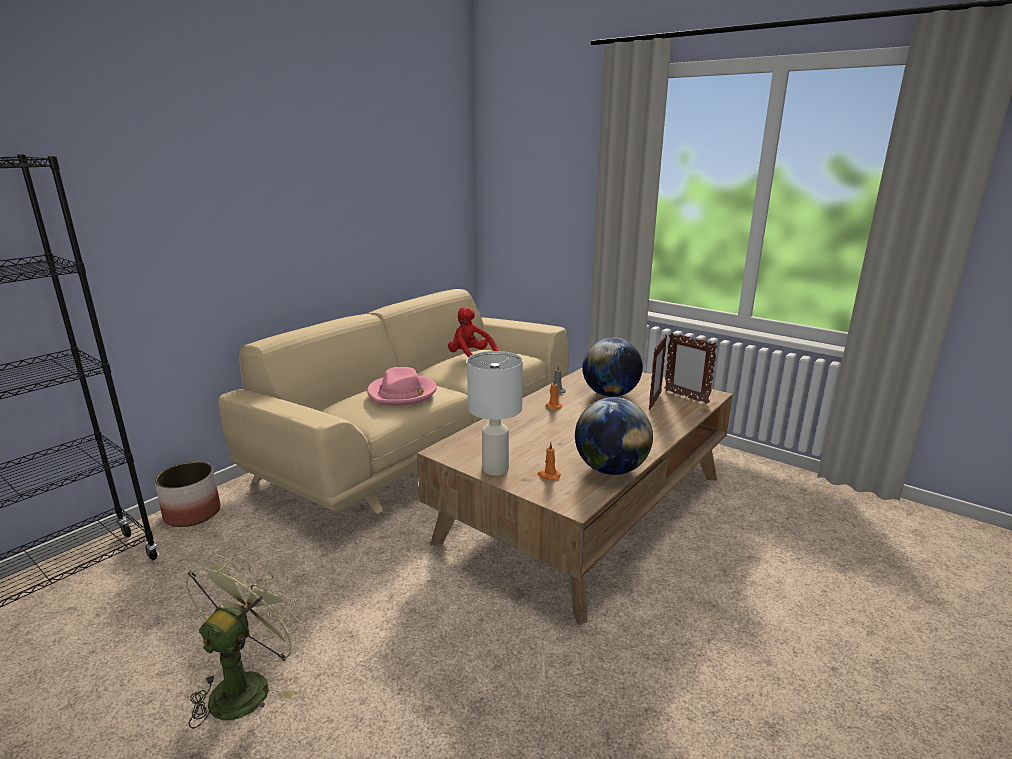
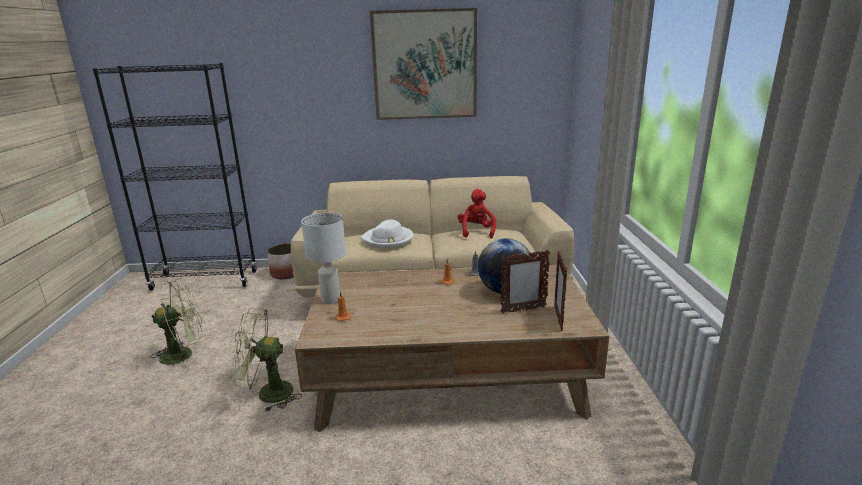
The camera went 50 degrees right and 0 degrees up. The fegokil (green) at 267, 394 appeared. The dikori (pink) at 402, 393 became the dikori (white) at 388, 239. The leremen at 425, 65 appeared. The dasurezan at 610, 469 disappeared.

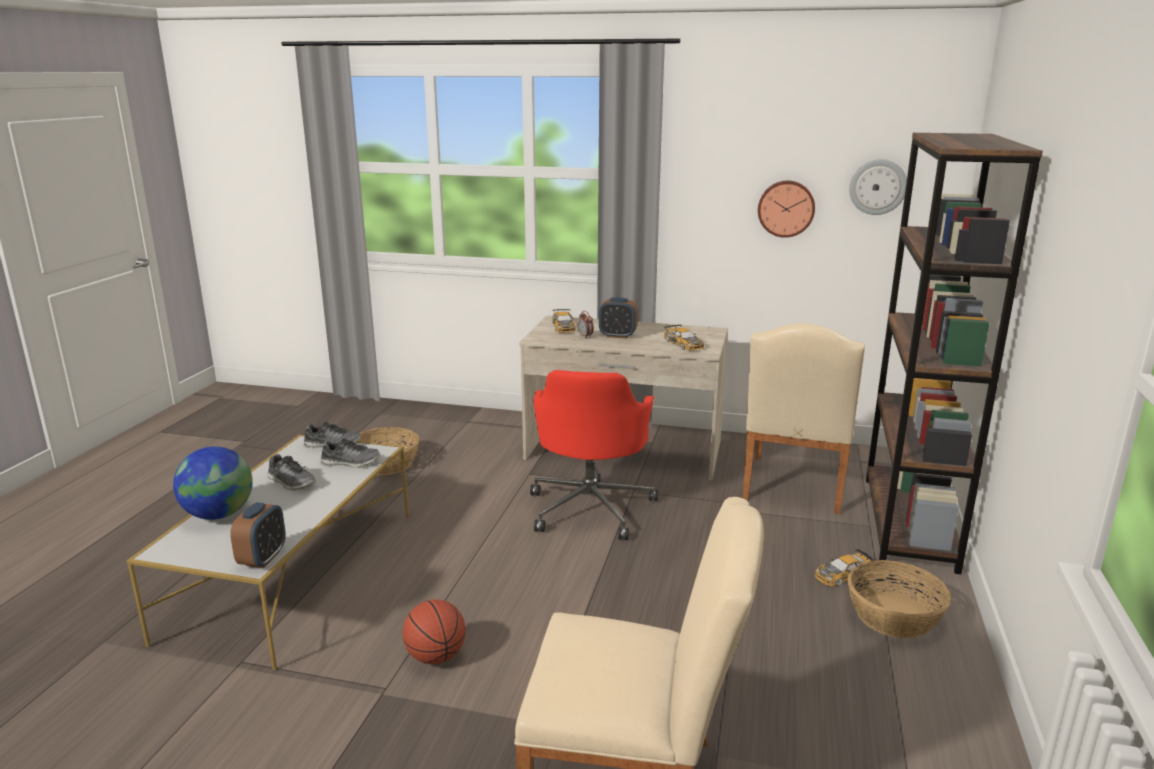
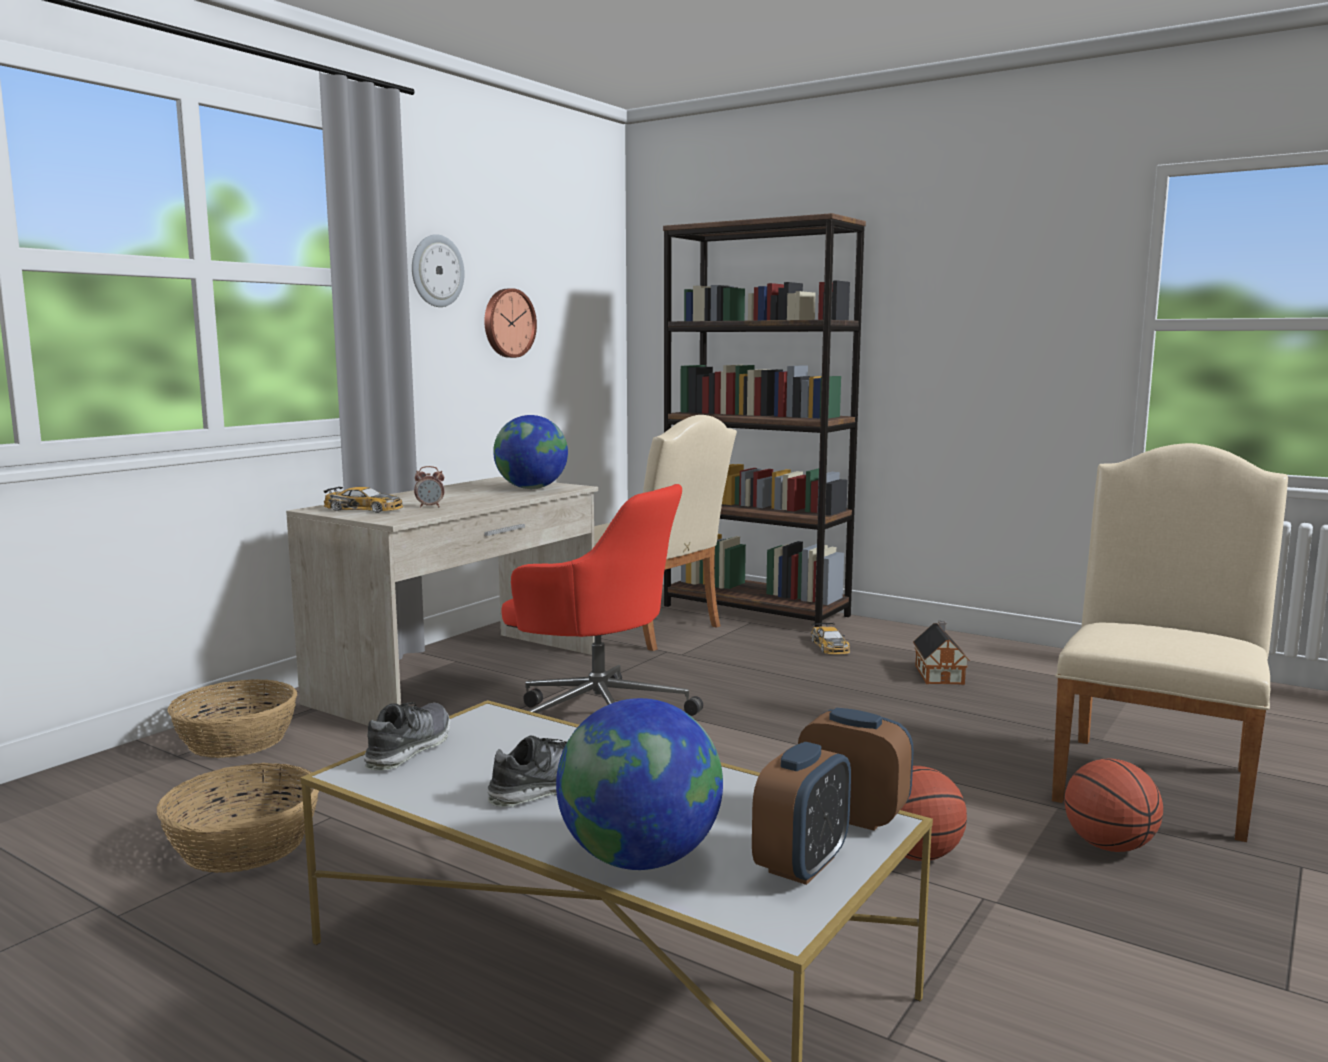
The camera went 70 degrees left and 10 degrees down. The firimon moved from 894, 616 to 238, 740. The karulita moved from 878, 187 to 436, 271. The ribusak at 684, 344 was replaced by the dasurezan at 531, 488. The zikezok moved from 617, 336 to 801, 865. The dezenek at 939, 674 appeared. The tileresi at 1108, 846 appeared. The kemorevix at 350, 463 disappeared.

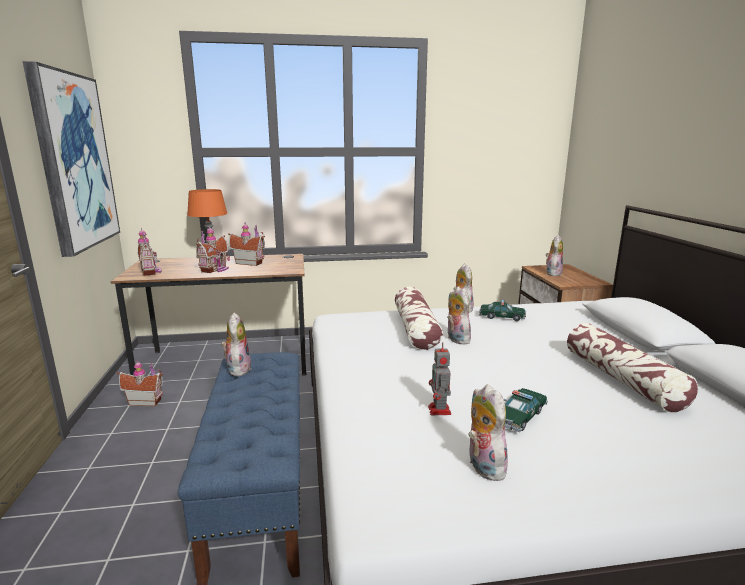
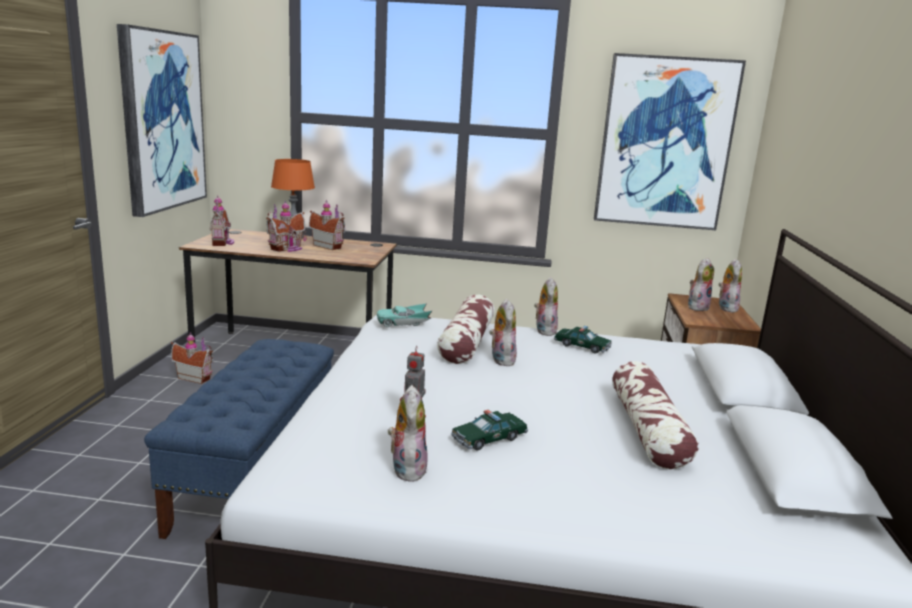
The camera went 15 degrees right and 0 degrees up. The ribusak (turquoise) at 403, 323 appeared. The leremen at 665, 143 appeared. The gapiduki moved from 237, 369 to 725, 308.

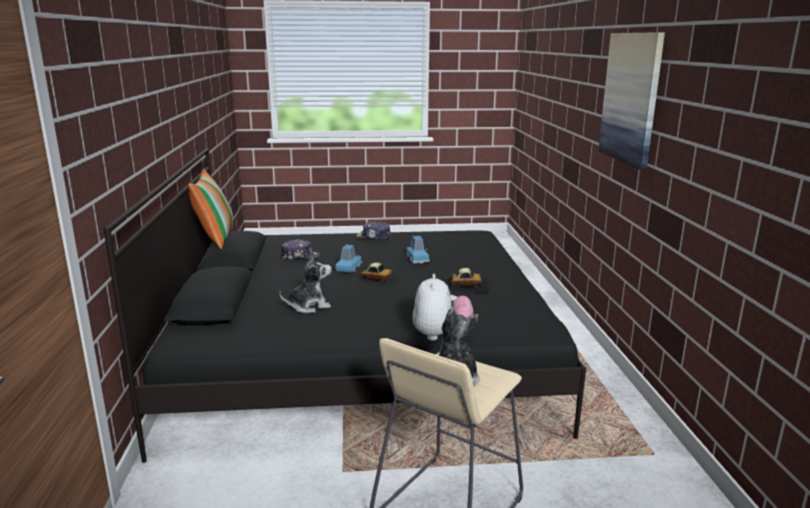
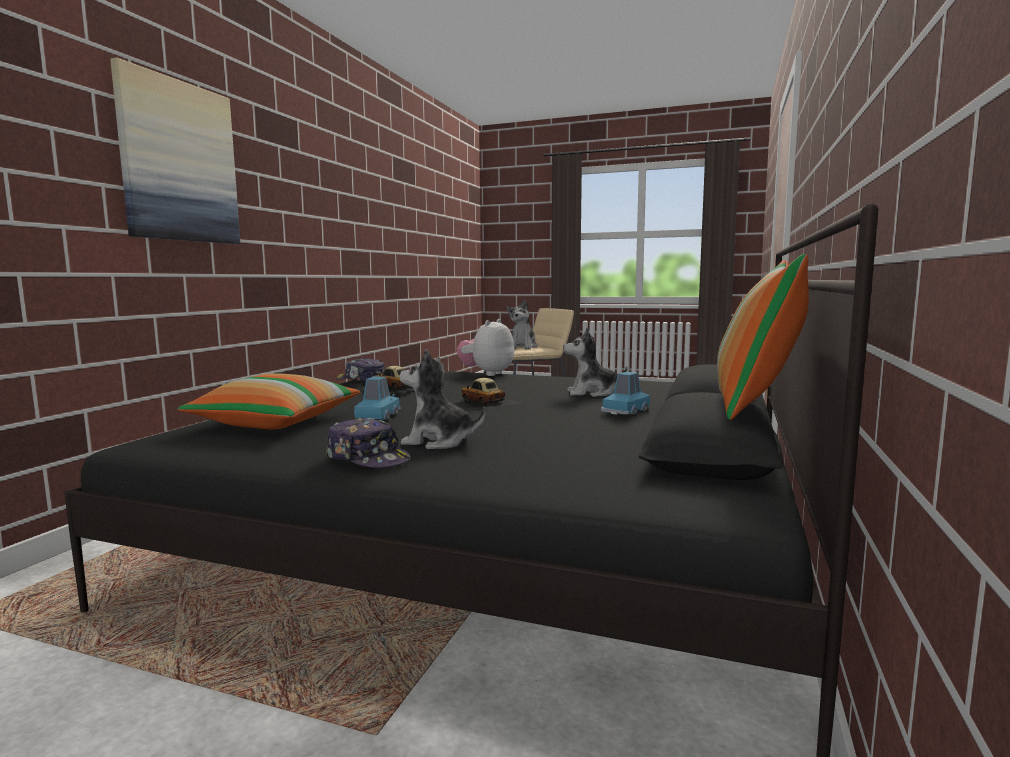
The camera went 155 degrees left and 10 degrees down. The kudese at 276, 422 appeared. The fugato moved from 300, 256 to 361, 380. The gapiduki at 439, 442 appeared. The ribusak (blue) moved from 348, 268 to 626, 411.

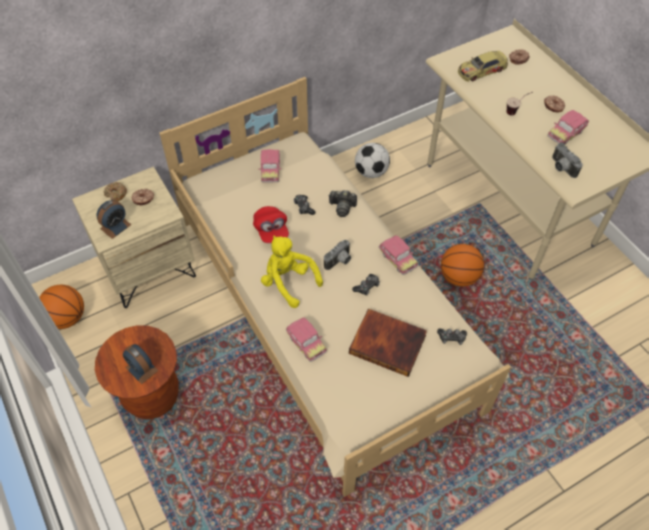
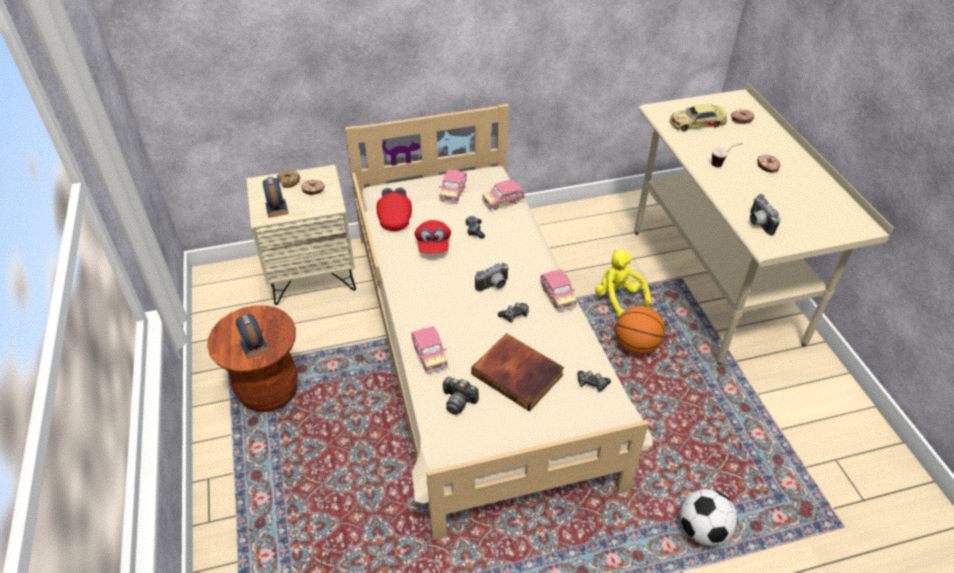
The camera went 15 degrees right and 10 degrees down. The zikezok at 115, 226 turned 105 degrees clockwise. The fugato (red) at 395, 217 appeared. The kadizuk moved from 342, 207 to 458, 401. The ribusak moved from 566, 133 to 503, 201. The gapiduki (yellow) moved from 288, 282 to 618, 298. The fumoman moved from 371, 172 to 703, 530. The tileresi at 67, 318 disappeared.

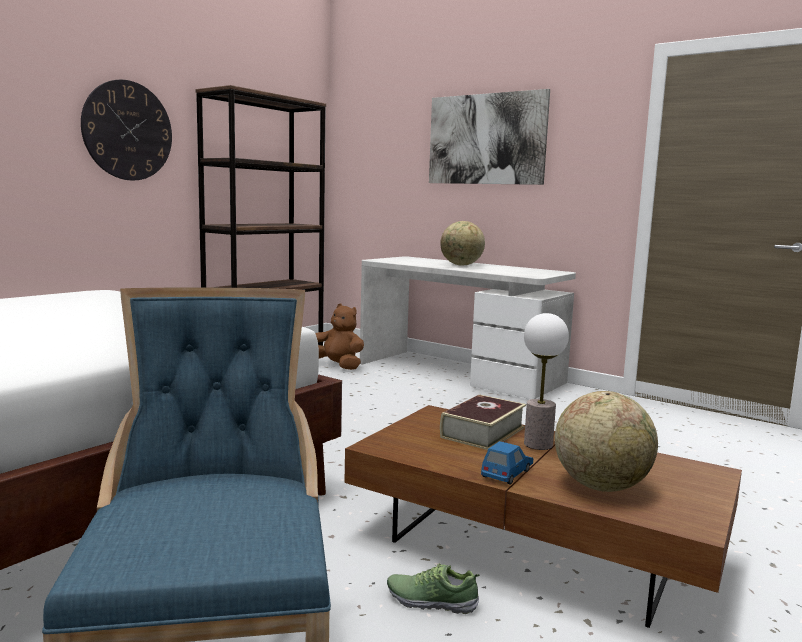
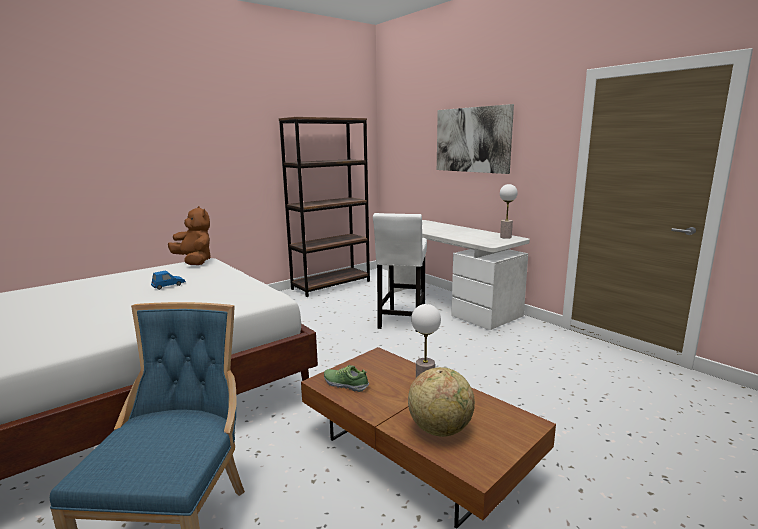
The camera went 15 degrees right and 5 degrees up. The ribusak (blue) moved from 507, 473 to 168, 285. The gapiduki (brown) moved from 337, 366 to 194, 261. The kemorevix moved from 431, 600 to 345, 384. The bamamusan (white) at 402, 321 appeared. The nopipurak at 505, 237 appeared. The karulita at 128, 131 disappeared. The dasurezan at 461, 265 disappeared. The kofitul at 483, 432 disappeared.

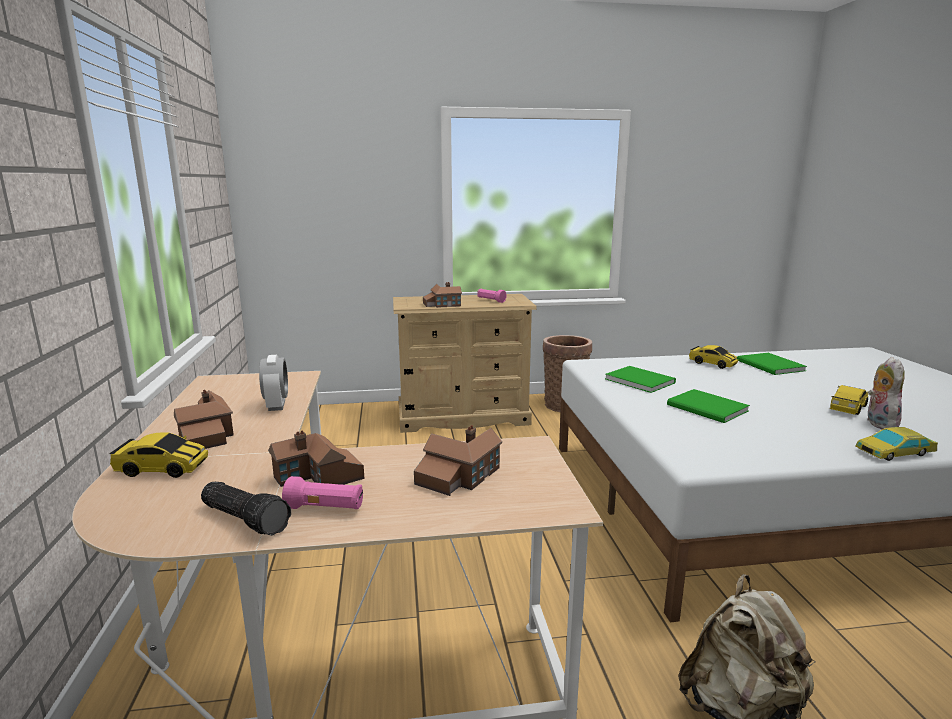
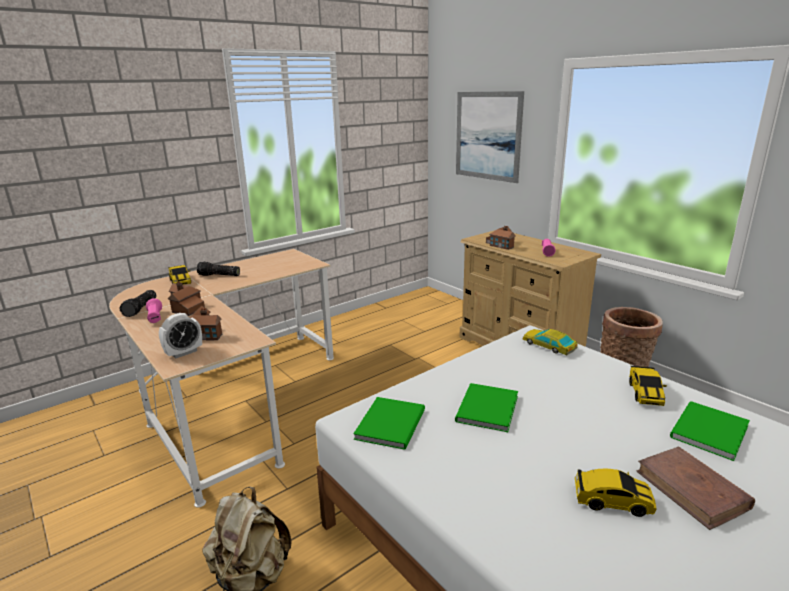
The camera went 60 degrees right and 5 degrees up. The zikezok moved from 276, 405 to 184, 352. The dezenek at 207, 435 was replaced by the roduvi at 219, 275. The kofitul (green) moved from 639, 380 to 393, 423. The leremen at 487, 136 appeared. The ribusak moved from 895, 452 to 548, 346. The kofitul (brown) at 692, 490 appeared. The gapiduki at 878, 423 disappeared.

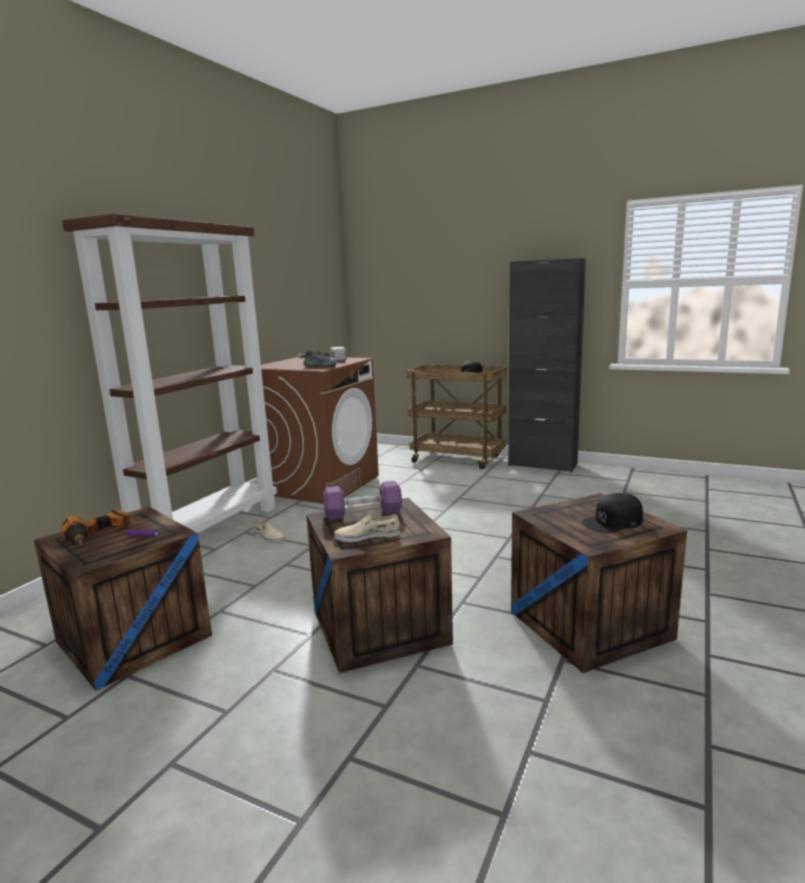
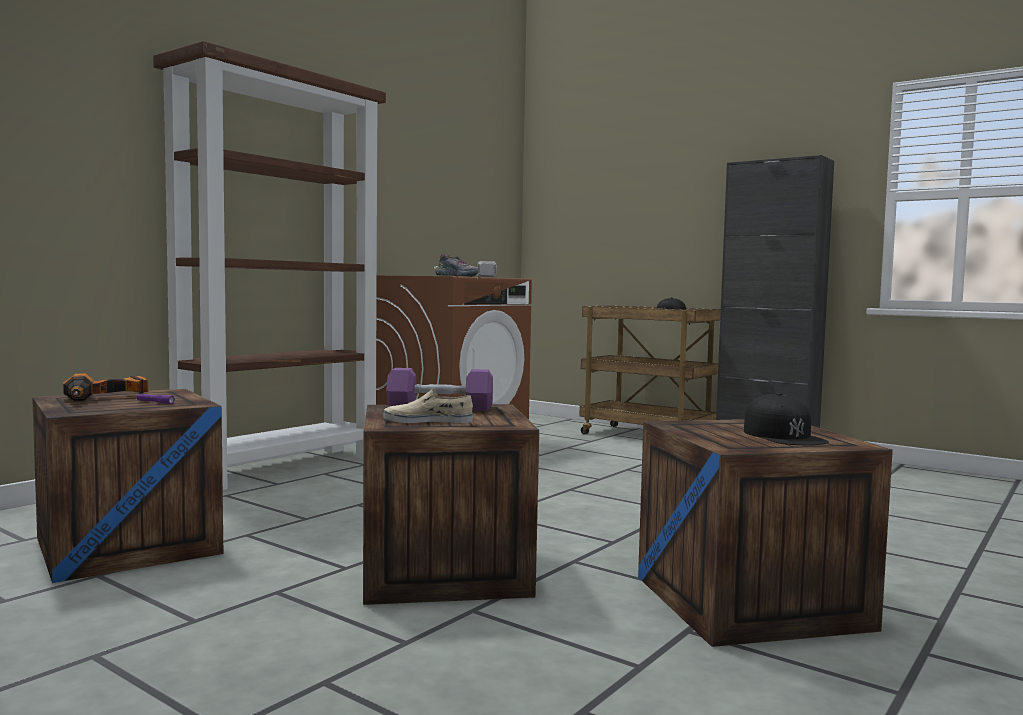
The camera went 10 degrees right and 10 degrees down. The fugato (black) at 613, 521 turned 90 degrees counterclockwise. The kemorevix (beige) at 268, 537 disappeared.

